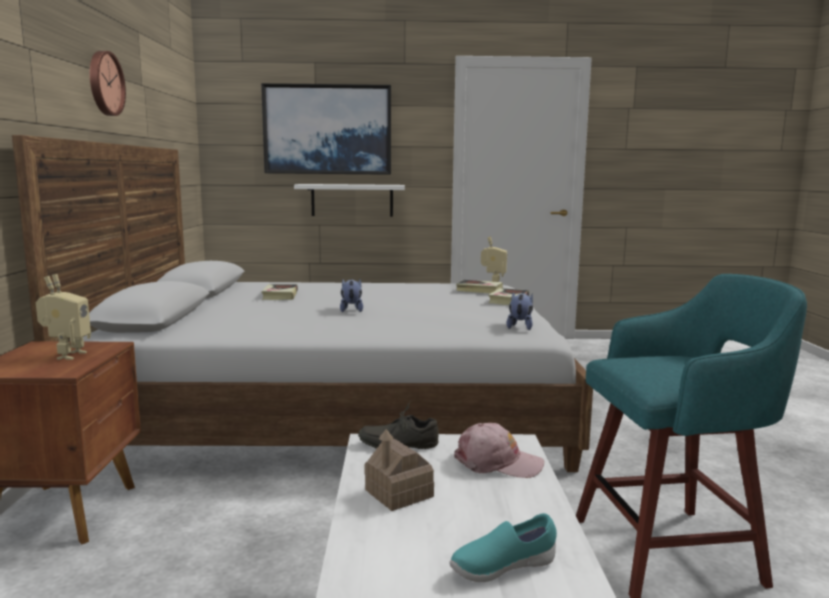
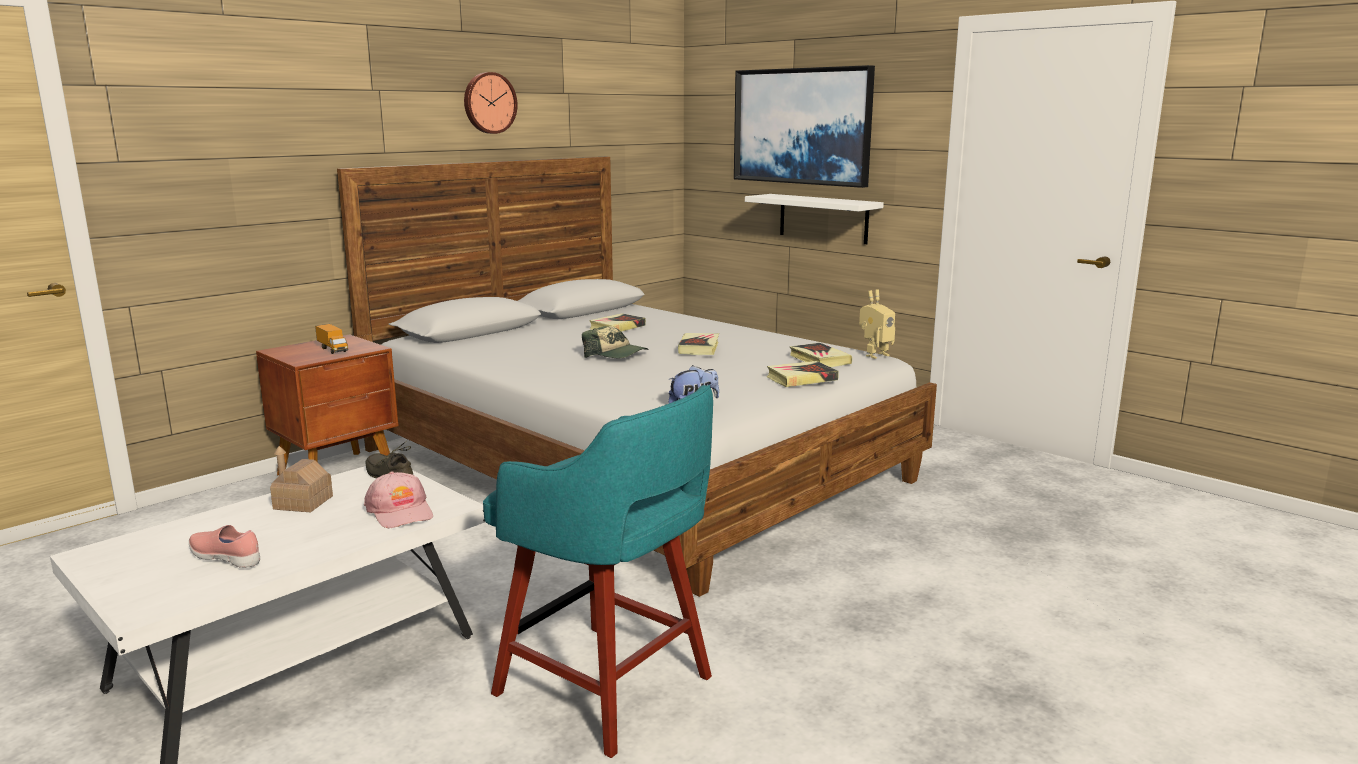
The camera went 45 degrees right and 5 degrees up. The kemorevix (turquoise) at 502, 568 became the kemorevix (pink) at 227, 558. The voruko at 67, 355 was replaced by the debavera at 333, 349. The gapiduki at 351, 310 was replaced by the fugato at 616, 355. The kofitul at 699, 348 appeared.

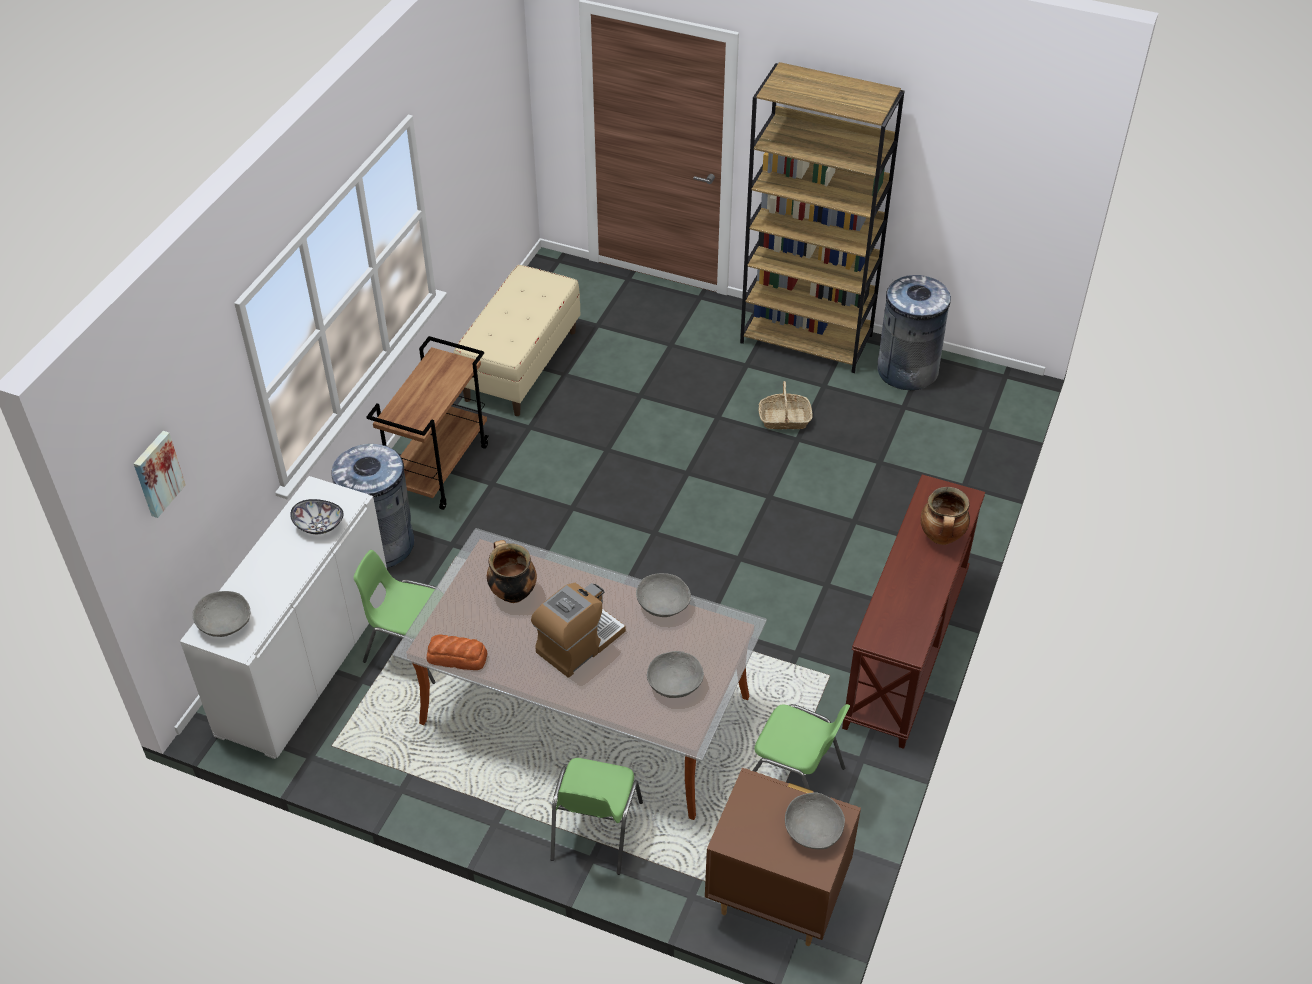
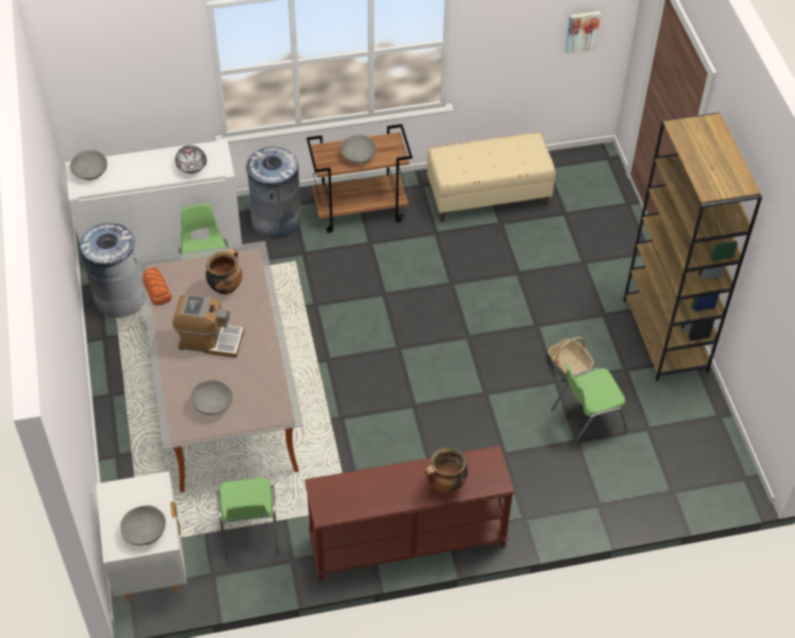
The camera went 55 degrees right and 5 degrees up. The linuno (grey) moved from 907, 370 to 119, 298. The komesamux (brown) at 776, 899 became the komesamux (white) at 150, 566. The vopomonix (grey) moved from 663, 604 to 358, 155. The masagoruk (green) moved from 595, 832 to 587, 420. The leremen moved from 157, 473 to 582, 31.

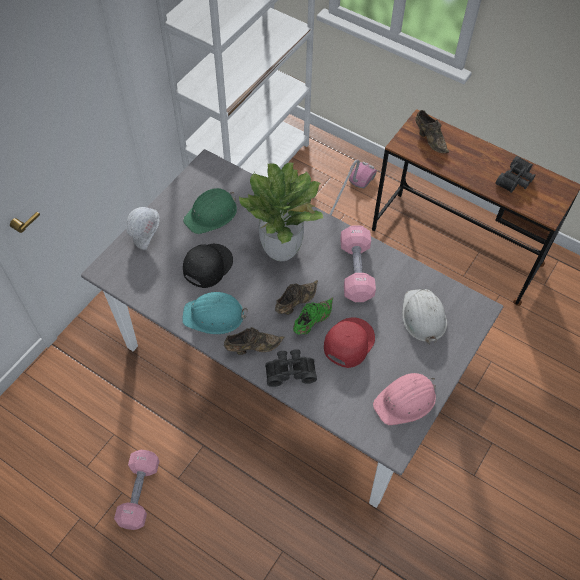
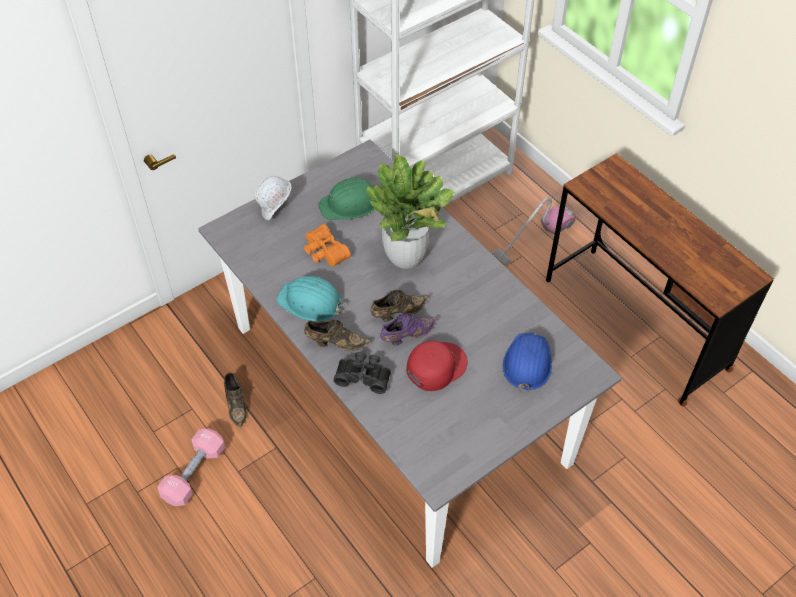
The camera went 20 degrees right and 5 degrees down. The kemorevix (brown) moved from 430, 139 to 236, 405. The fugato (black) at 207, 265 was replaced by the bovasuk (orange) at 324, 252. The kemorevix (green) at 312, 322 became the kemorevix (purple) at 406, 335. The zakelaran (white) at 423, 316 became the zakelaran (blue) at 527, 363. The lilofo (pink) at 356, 271 disappeared. The zakelaran (pink) at 406, 401 disappeared. The bovasuk (black) at 516, 180 disappeared.

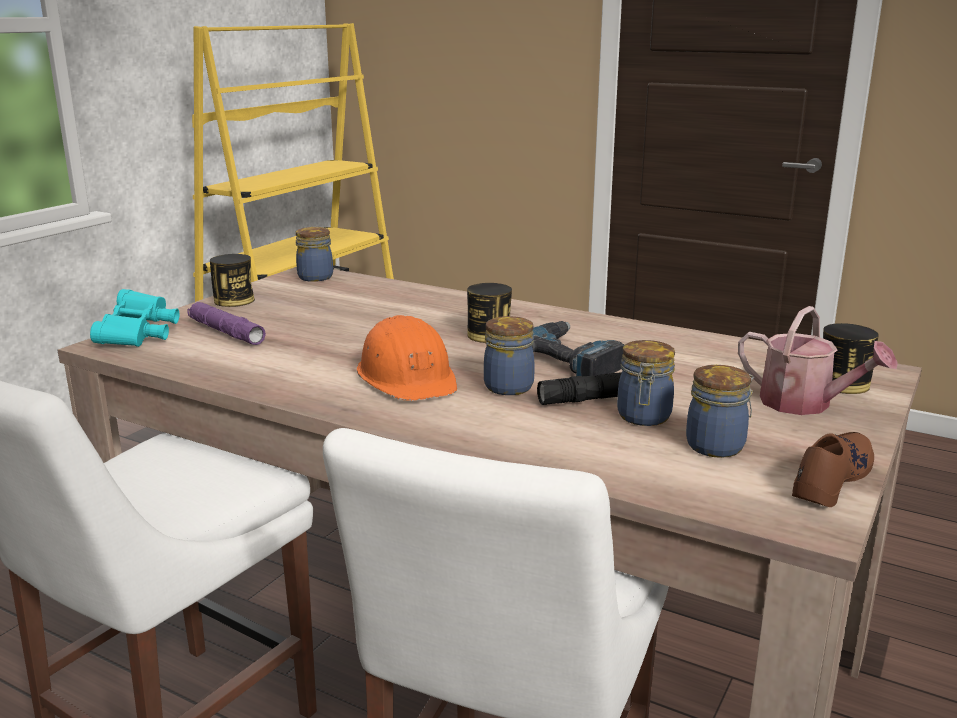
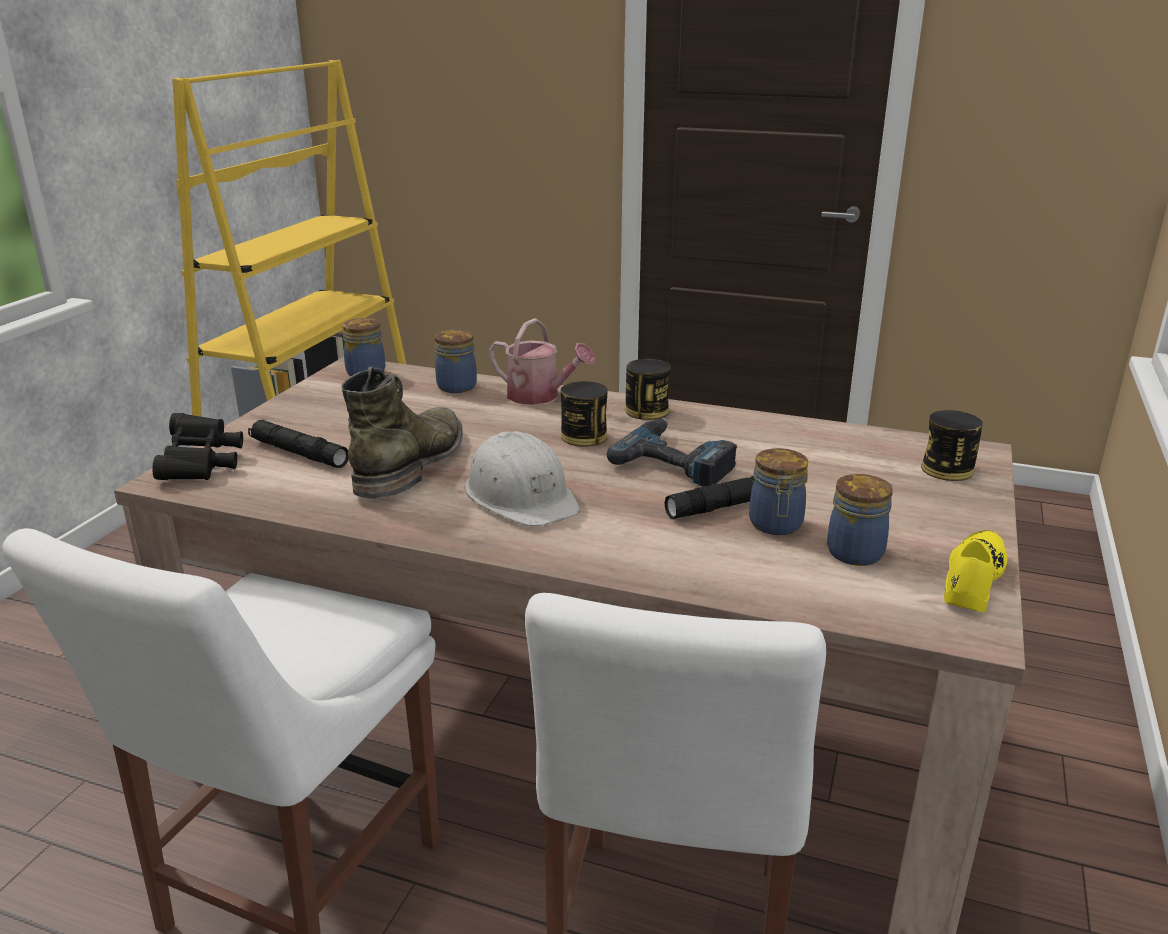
The camera went 10 degrees left and 5 degrees up. The bovasuk (turquoise) at 139, 336 became the bovasuk (black) at 202, 465. The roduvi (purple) at 226, 332 became the roduvi (black) at 299, 453. The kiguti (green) at 413, 464 appeared. The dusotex moved from 509, 386 to 457, 386. The zakelaran (orange) at 408, 377 became the zakelaran (white) at 521, 496. The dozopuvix moved from 805, 404 to 539, 396. The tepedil moved from 234, 300 to 647, 411. The kemorevix (brown) at 830, 478 became the kemorevix (yellow) at 972, 580.

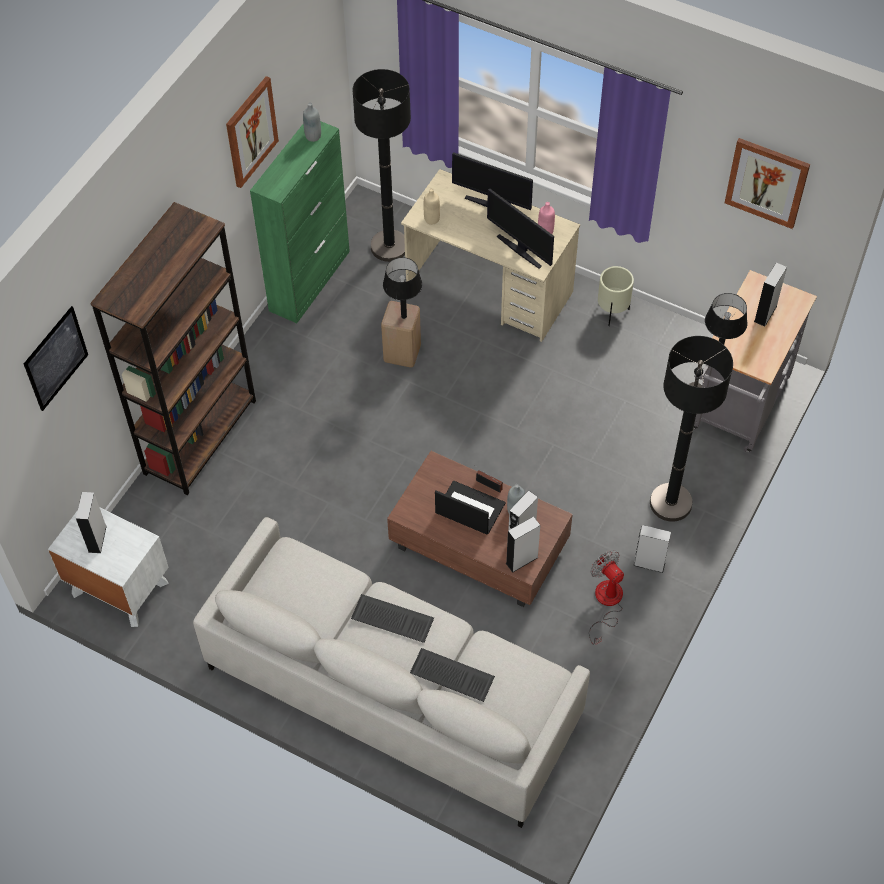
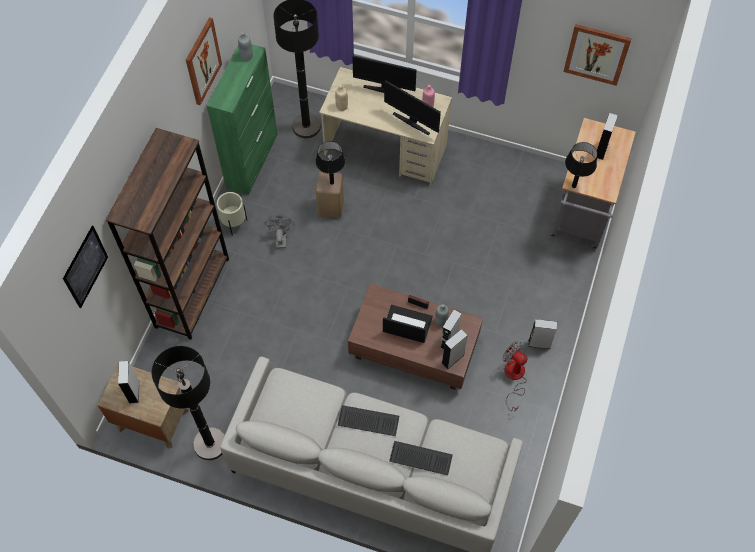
The camera went 10 degrees left and 5 degrees up. The komesamux (white) at 119, 588 became the komesamux (brown) at 152, 419. The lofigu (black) moved from 670, 503 to 210, 444. The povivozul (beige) moved from 612, 313 to 234, 224. The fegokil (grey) at 281, 238 appeared.

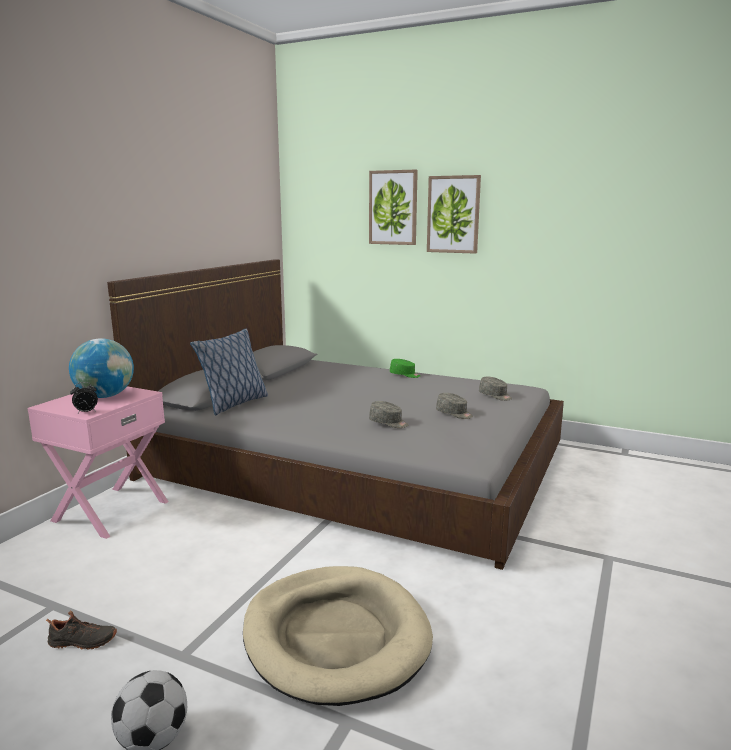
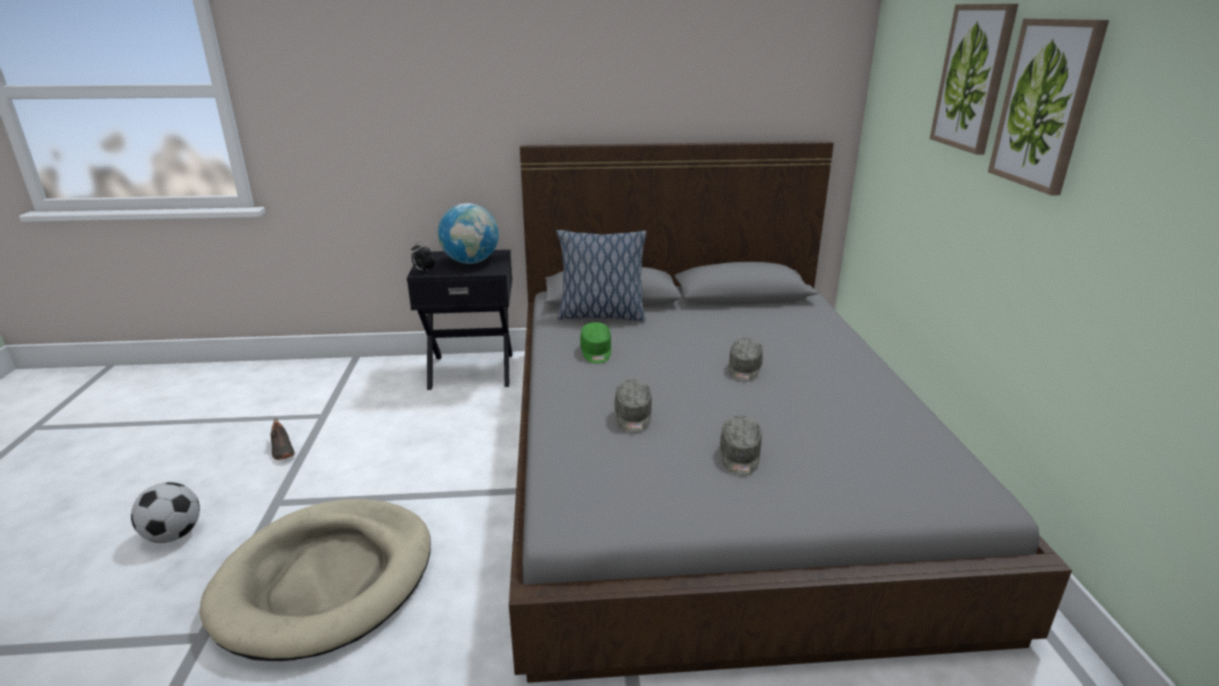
The camera went 60 degrees right and 10 degrees up. The komesamux (pink) at 110, 510 became the komesamux (black) at 472, 370. The fugato (green) moved from 405, 375 to 596, 352. The fugato (grey) moved from 495, 396 to 744, 369.

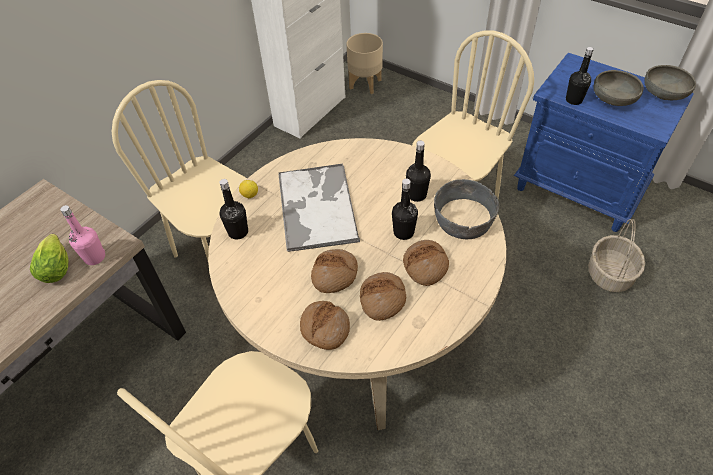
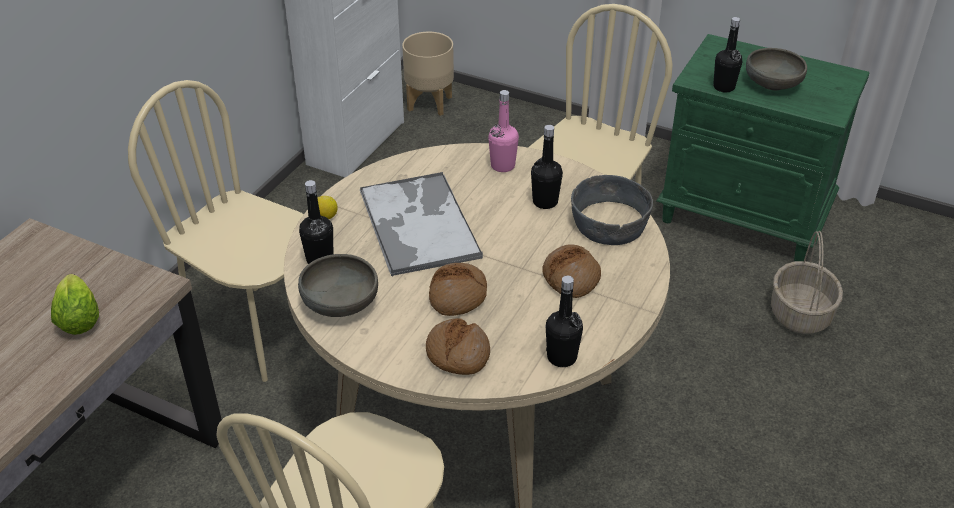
The camera went 10 degrees left and 10 degrees down. The vopomonix (grey) moved from 663, 94 to 340, 302. The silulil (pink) moved from 95, 257 to 502, 165. The silulil (black) moved from 403, 232 to 562, 357. The komesamux (blue) at 579, 189 became the komesamux (green) at 745, 216. The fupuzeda at 382, 299 disappeared.

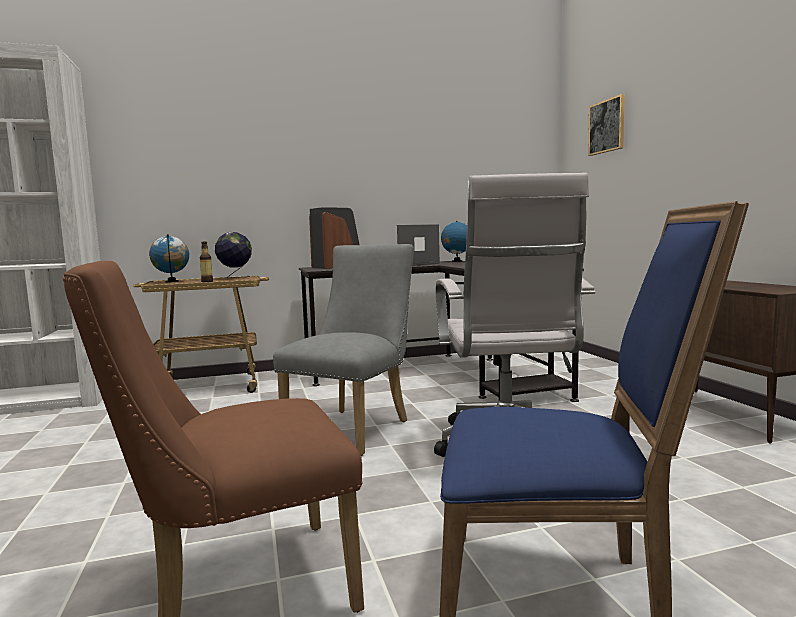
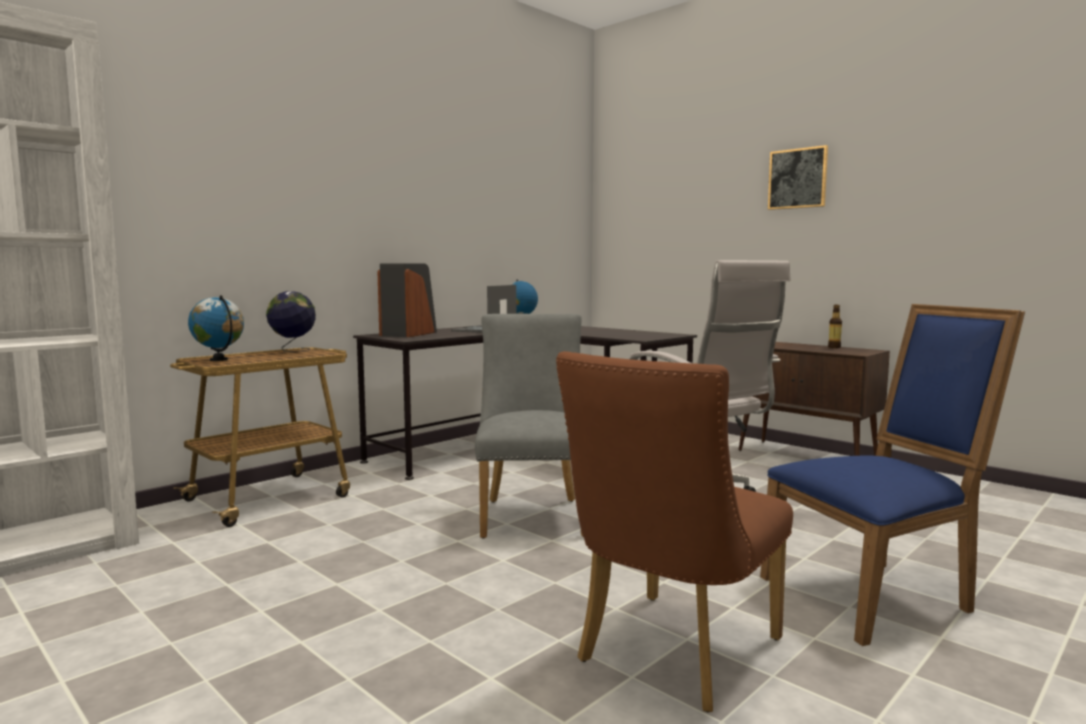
The camera went 30 degrees left and 0 degrees up. The leremen moved from 607, 126 to 797, 178. The silulil moved from 207, 282 to 834, 347.

